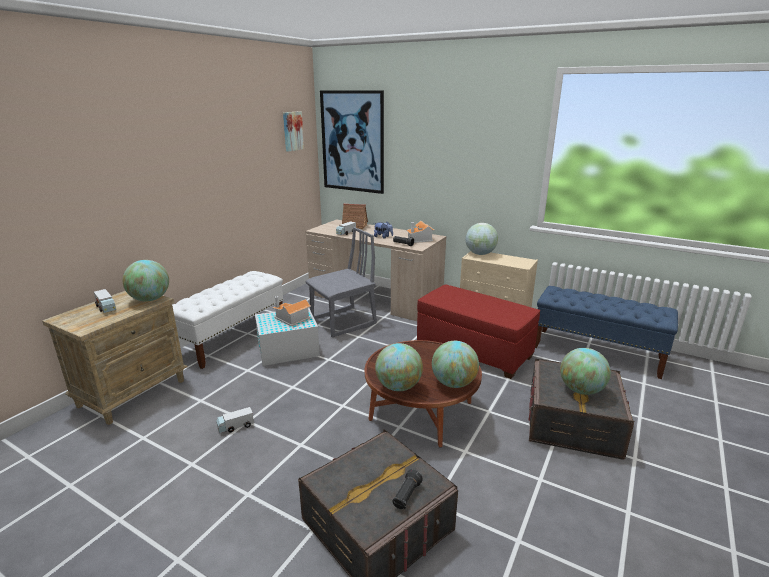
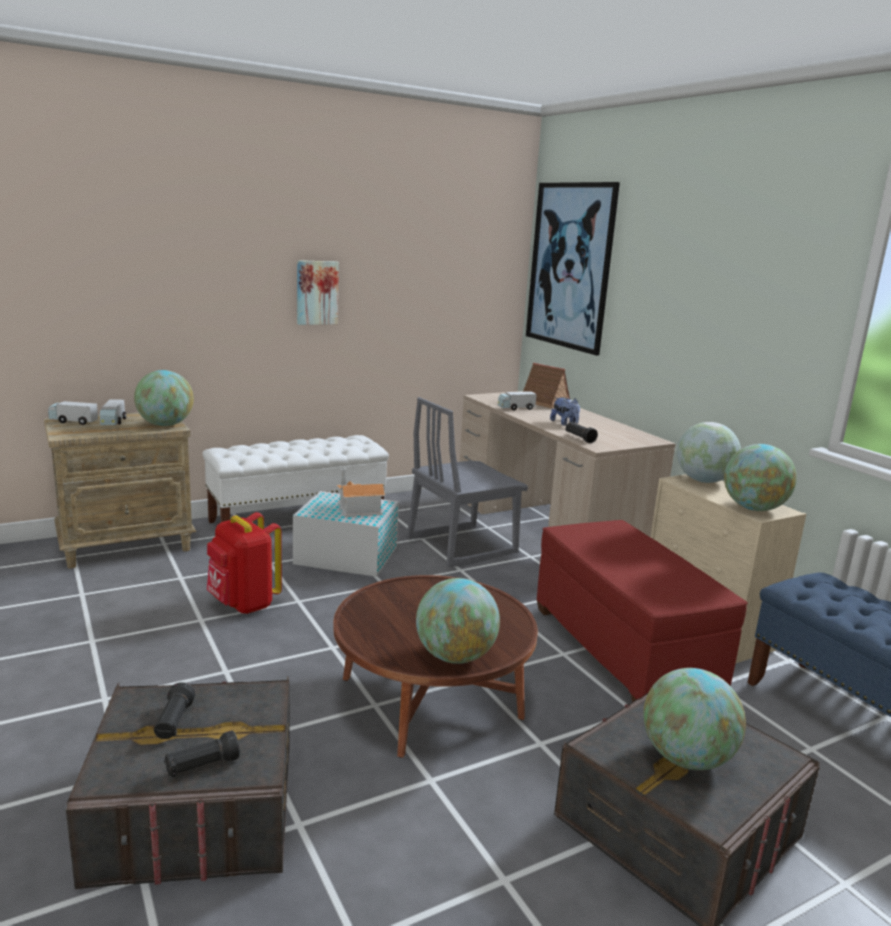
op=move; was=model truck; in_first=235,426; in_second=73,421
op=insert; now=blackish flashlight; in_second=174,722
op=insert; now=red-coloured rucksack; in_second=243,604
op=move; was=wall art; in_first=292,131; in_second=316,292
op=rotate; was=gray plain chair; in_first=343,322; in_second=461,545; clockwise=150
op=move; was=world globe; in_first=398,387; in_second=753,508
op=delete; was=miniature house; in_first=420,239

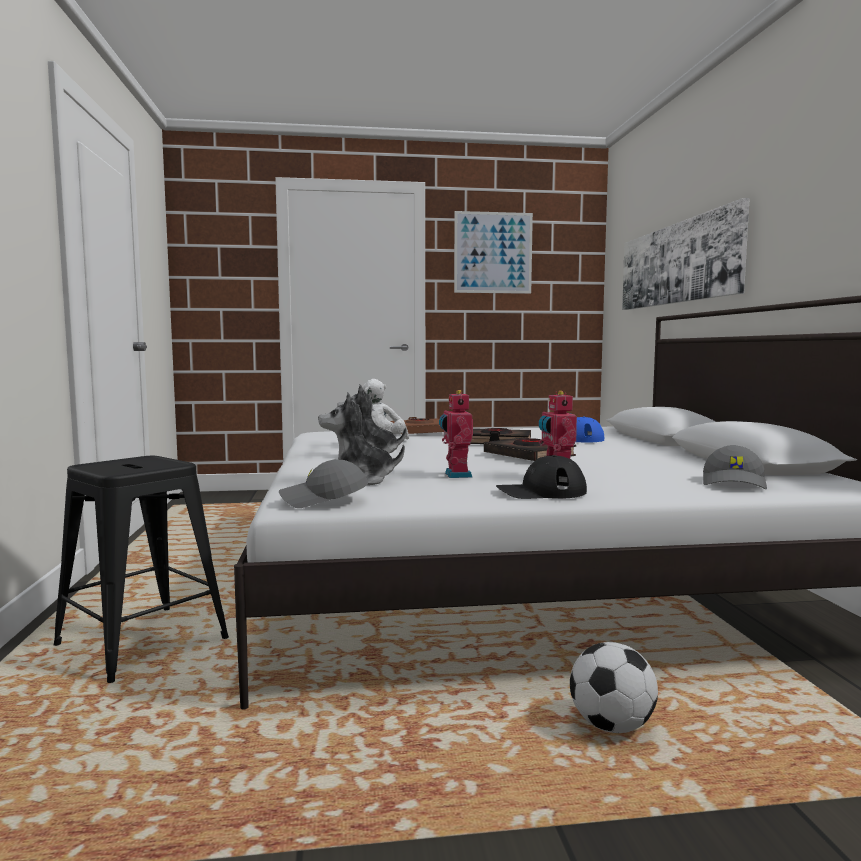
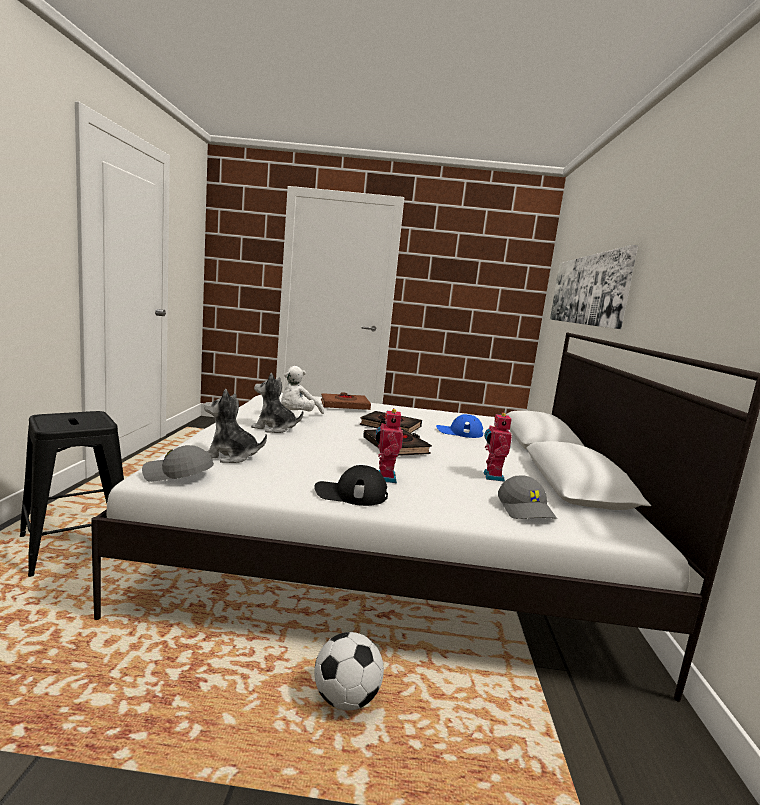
op=move; was=toy robot; in_first=456,475; in_second=491,476
op=rotate; was=gray peaked cap; in_first=735,483; in_second=526,510; clockwise=-45
op=delete; was=wall art; in_first=493,253

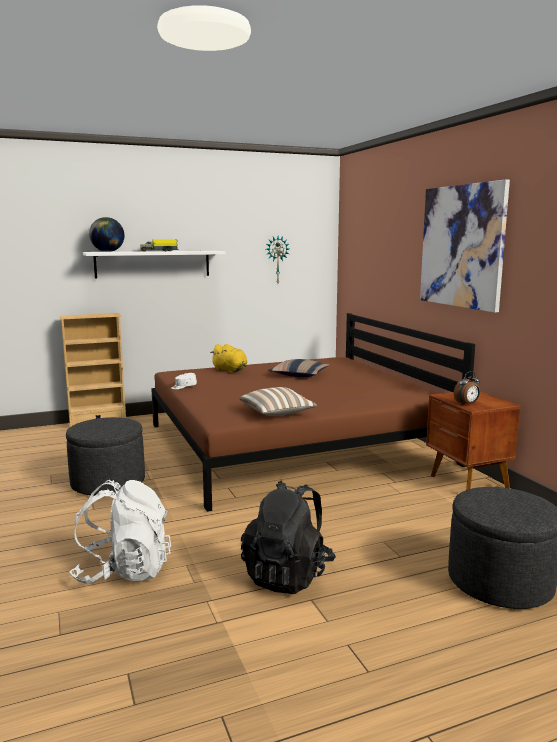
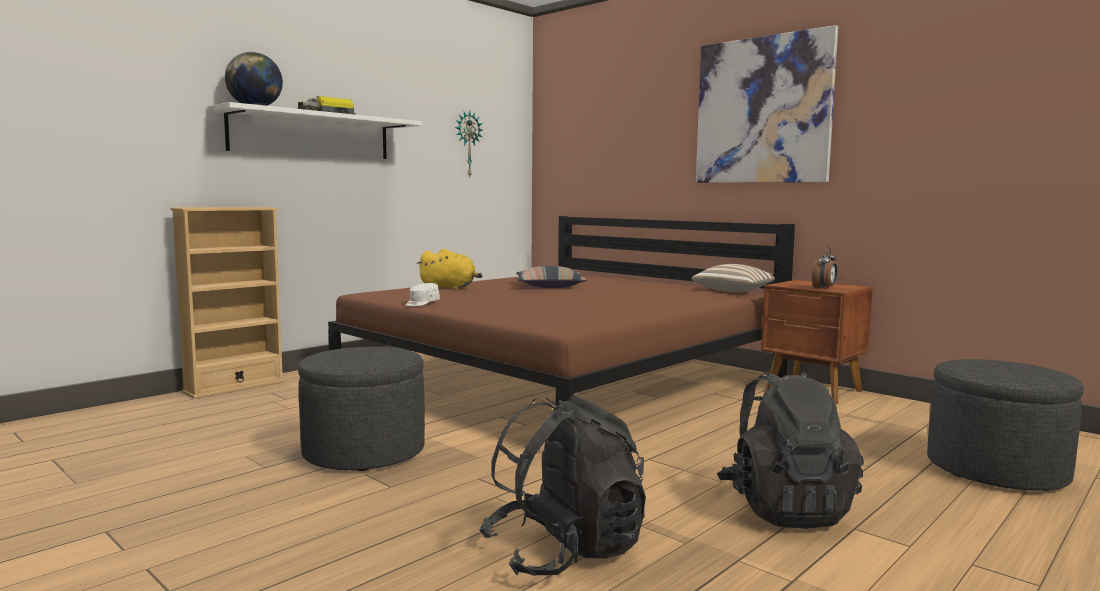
op=recolor; was=white rucksack; now=blackish rucksack; in_first=124,571; in_second=564,552
op=move; was=pillow; in_first=277,413; in_second=735,291

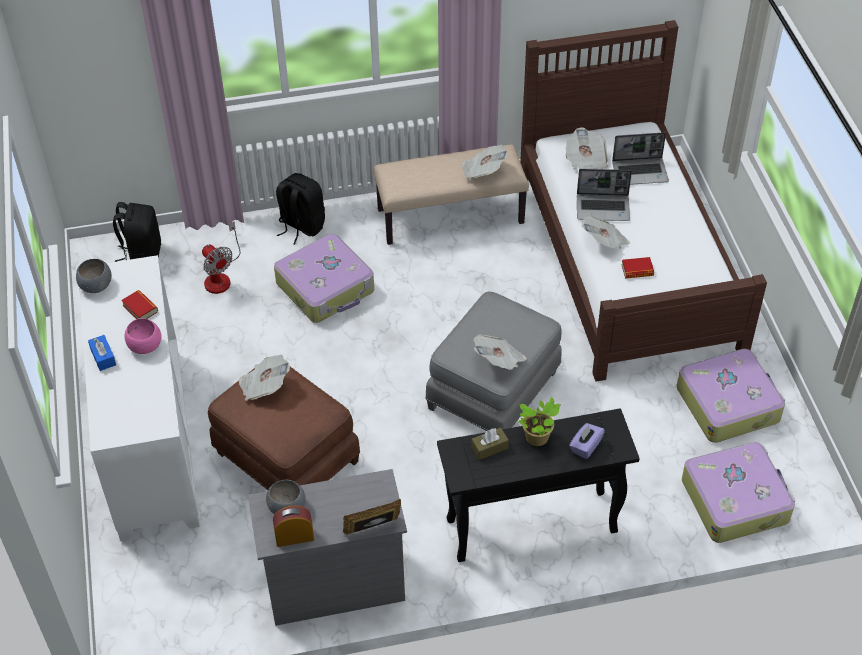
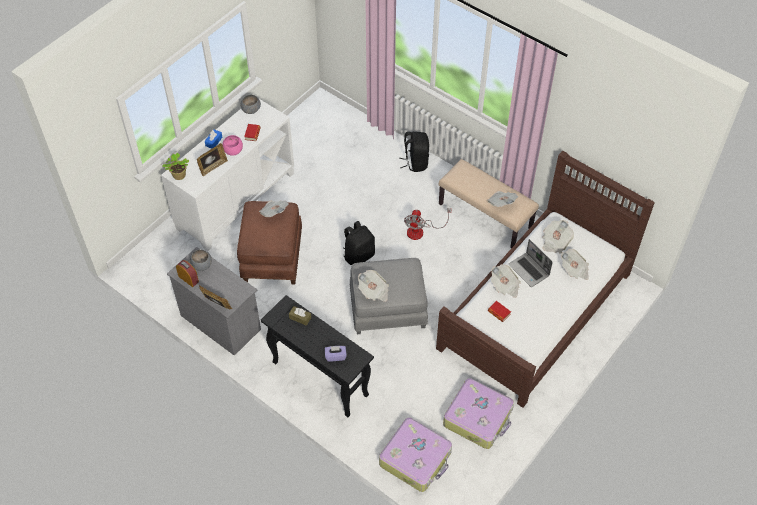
op=move; was=potted plant; in_first=538,439; in_second=178,176
op=insert; now=picture frame; in_second=213,167
op=move; was=blackish rucksack; in_first=142,255; in_second=359,255
op=move; was=fan; in_first=220,276; in_second=420,231
op=replace; was=notebook computer; now=printed paper; in_first=640,172; in_second=574,270
op=delete; was=travel case; in_first=326,287

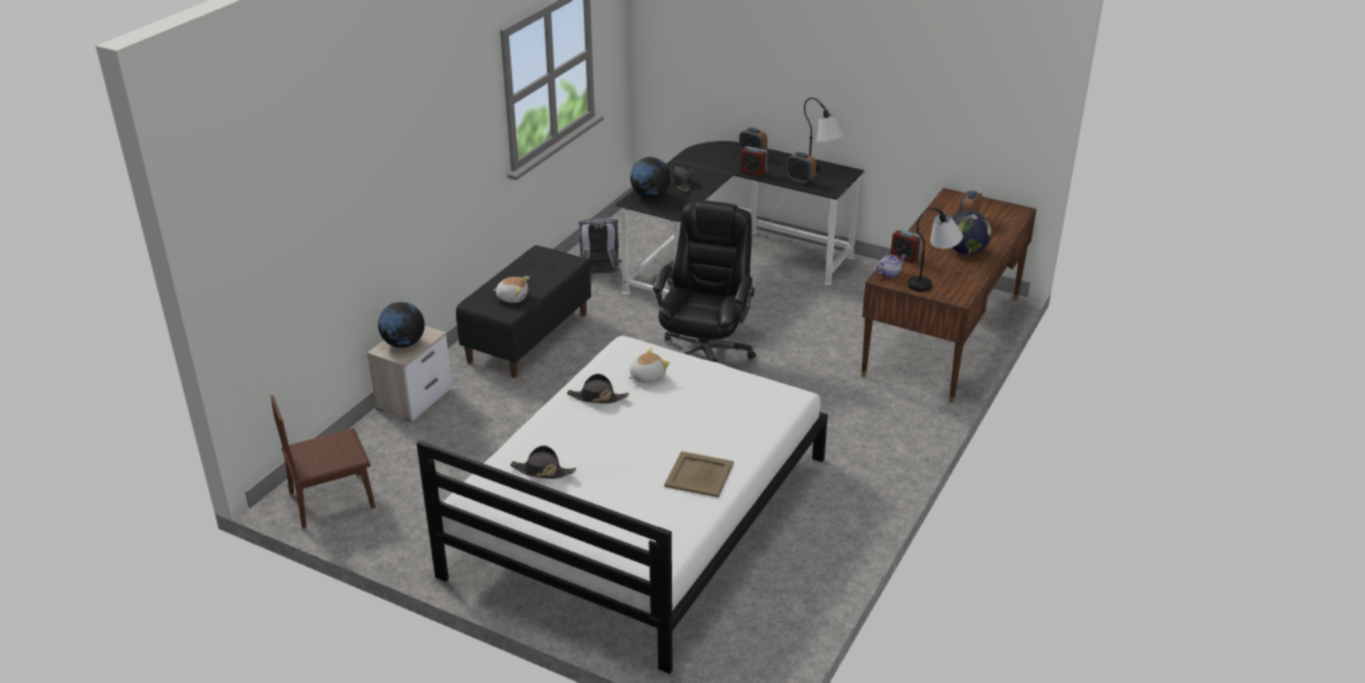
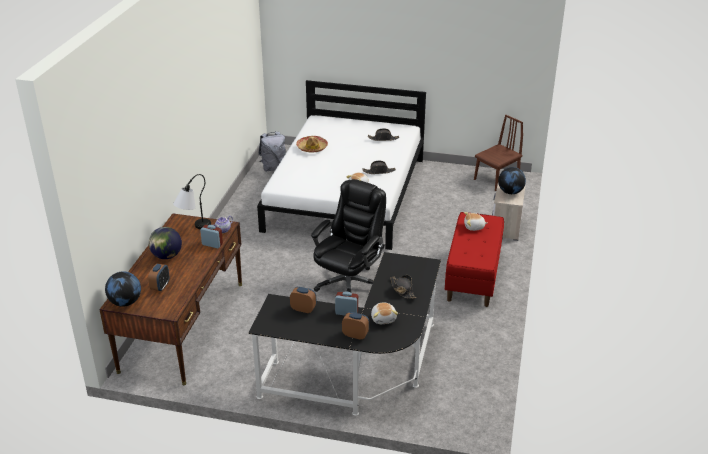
op=move; was=world globe; in_first=650,195; in_second=125,302
op=move; was=gray rucksack; in_first=599,274; in_second=273,168
op=replace; was=beige-coloured carrying tray; now=clothing hat; in_first=698,475; in_second=312,148
op=rotate; was=blackish office chair; in_first=705,354; in_second=349,283; clockwise=-150
op=insert; now=cuddly toy; in_second=383,318
op=recolor; was=blackish bench; now=red-coloured bench; in_first=528,337; in_second=473,276
op=delete; was=tabletop lamp; in_first=820,171

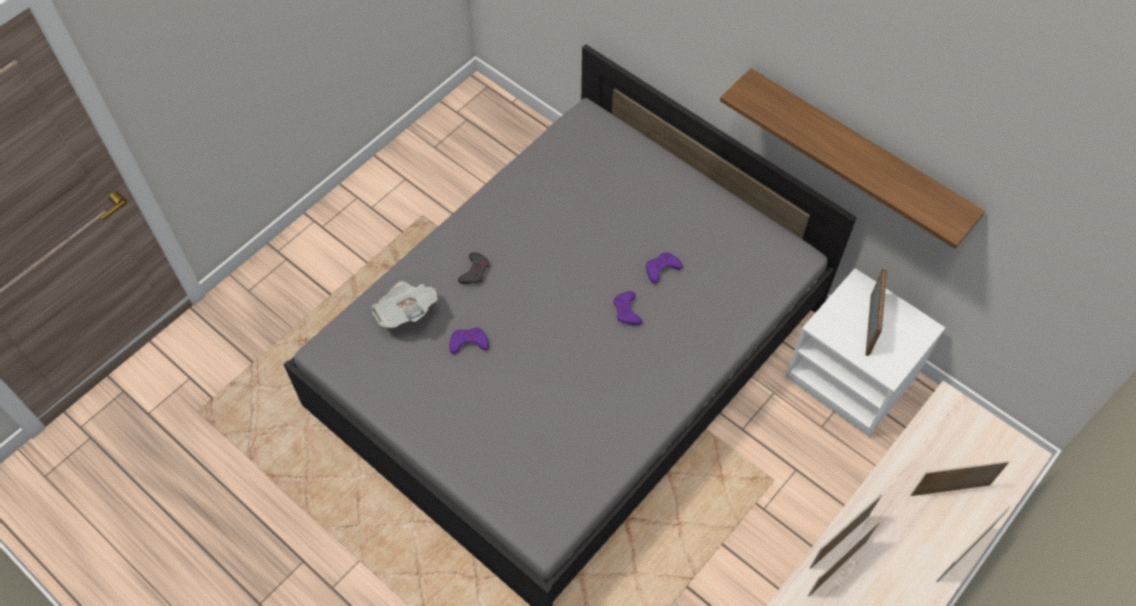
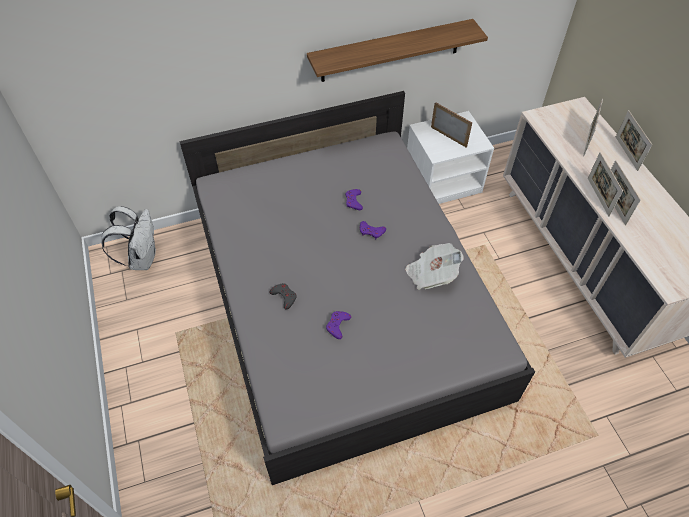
op=insert; now=white rucksack; in_second=142,258
op=move; was=printed paper; in_first=406,312; in_second=431,274

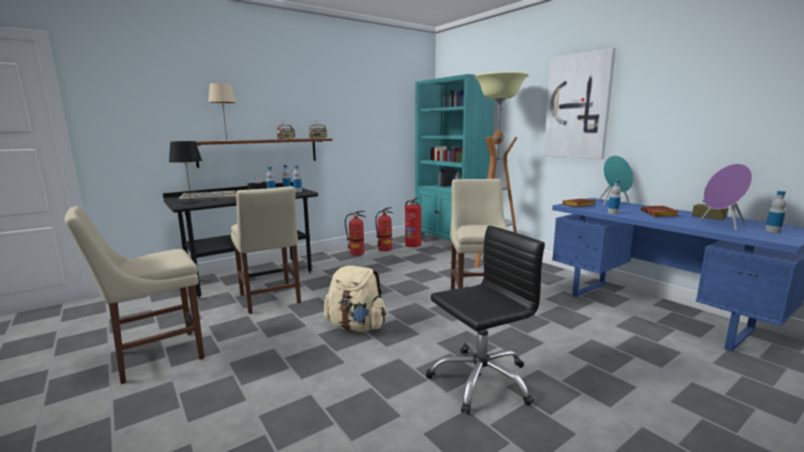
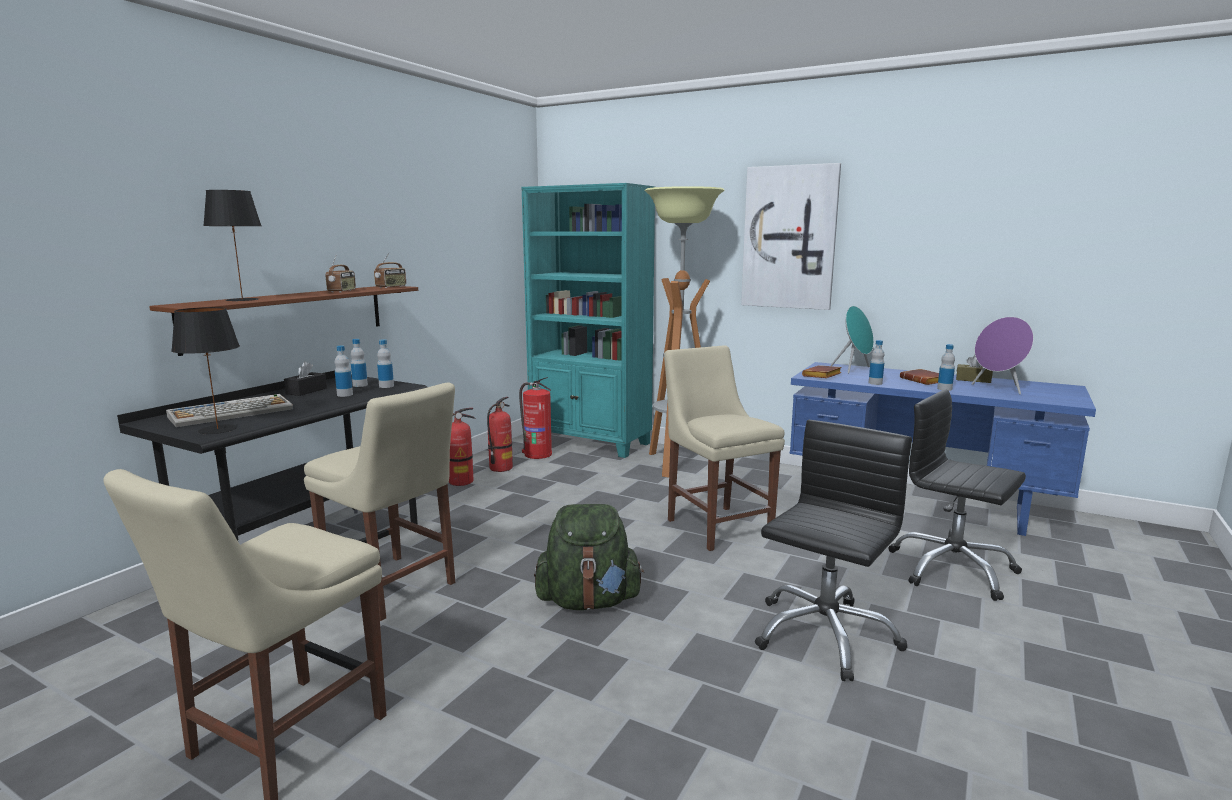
op=recolor; was=beige-coloured tabletop lamp; now=blackish tabletop lamp; in_first=226,140; in_second=241,300
op=recolor; was=beige-coloured rucksack; now=green rucksack; in_first=356,327; in_second=588,601
op=insert; now=blackish office chair; in_second=952,569
op=move; was=beverage bottle; in_first=772,231; in_second=944,389

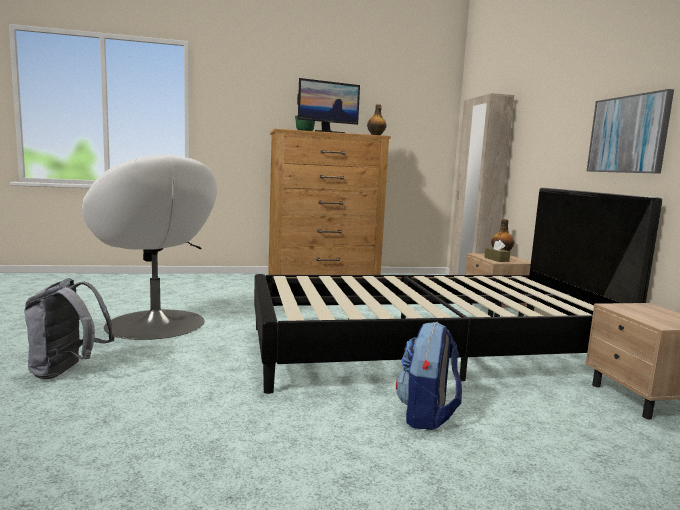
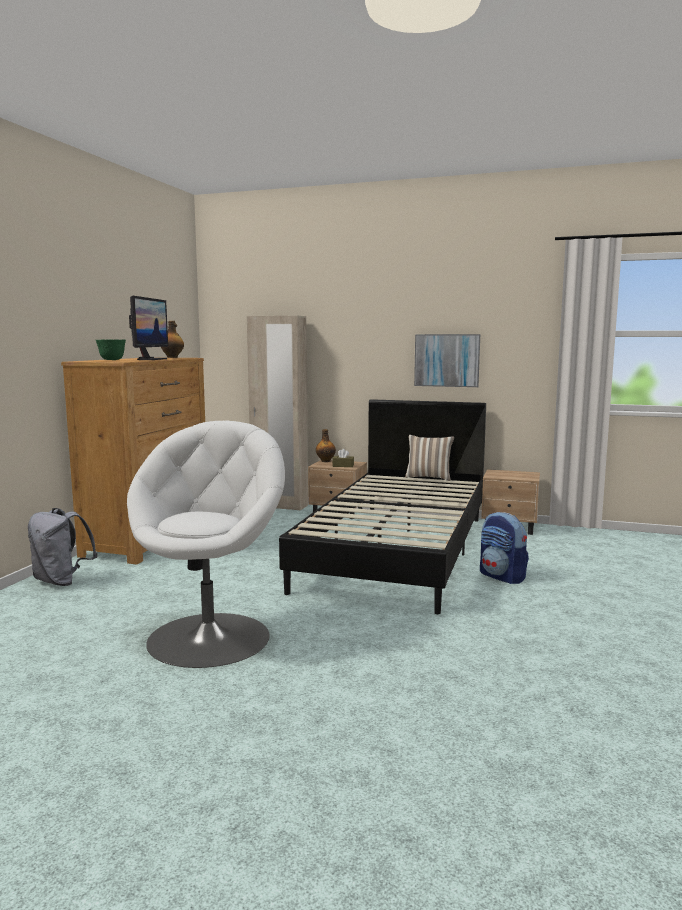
op=move; was=gray rucksack; in_first=67,371; in_second=62,581
op=rotate; was=white lounge chair; in_first=156,324; in_second=210,637; clockwise=-60
op=insert; now=pillow; in_second=429,477

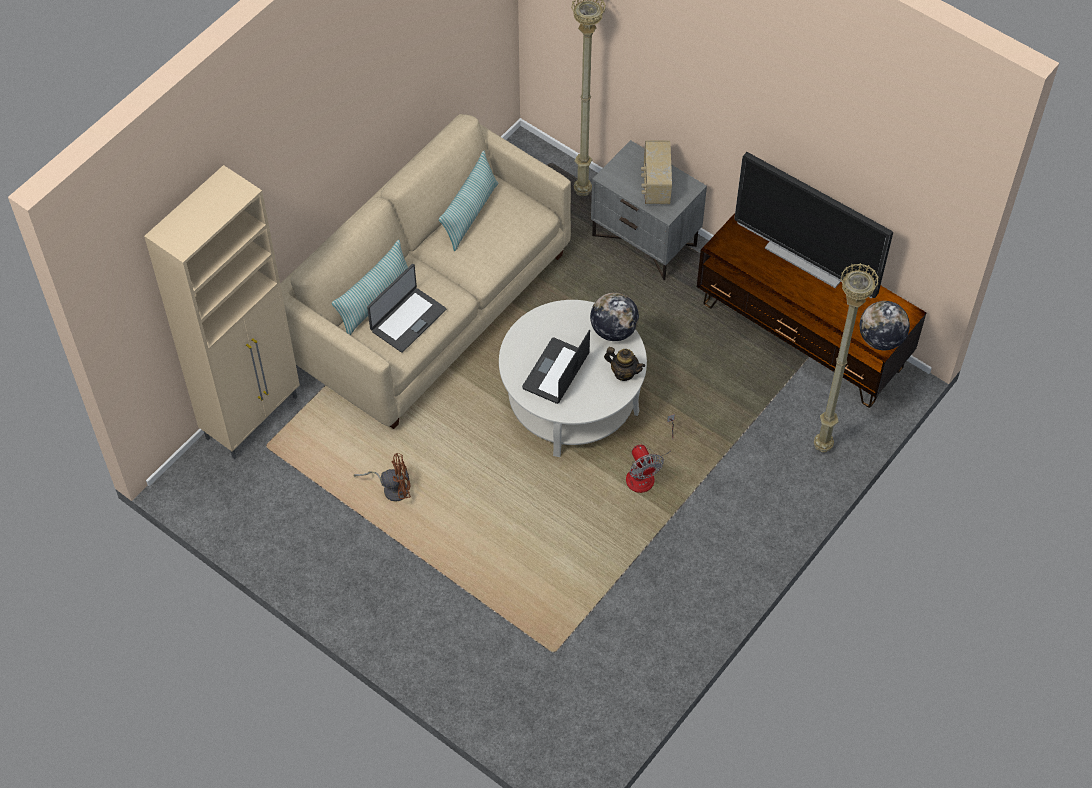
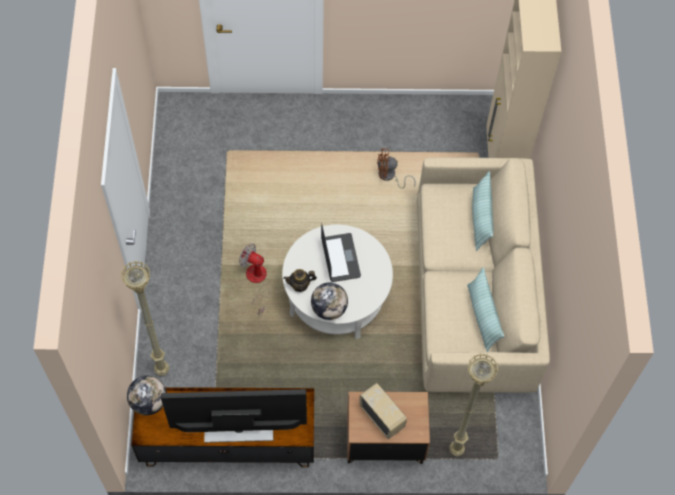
op=recolor; was=gray bedside table; now=brownish bedside table; in_first=645,240; in_second=384,442
op=rotate; was=brownish fan; in_first=391,488; in_second=389,176; clockwise=45
op=delete; was=notebook computer; in_first=407,319

